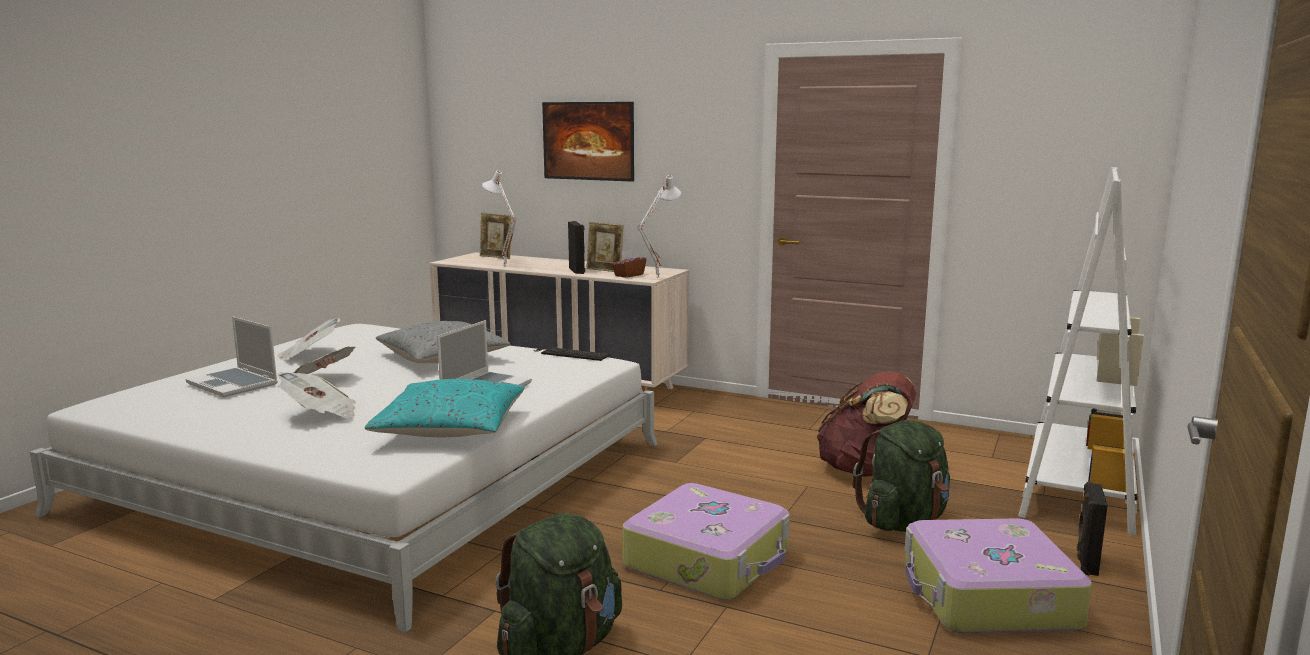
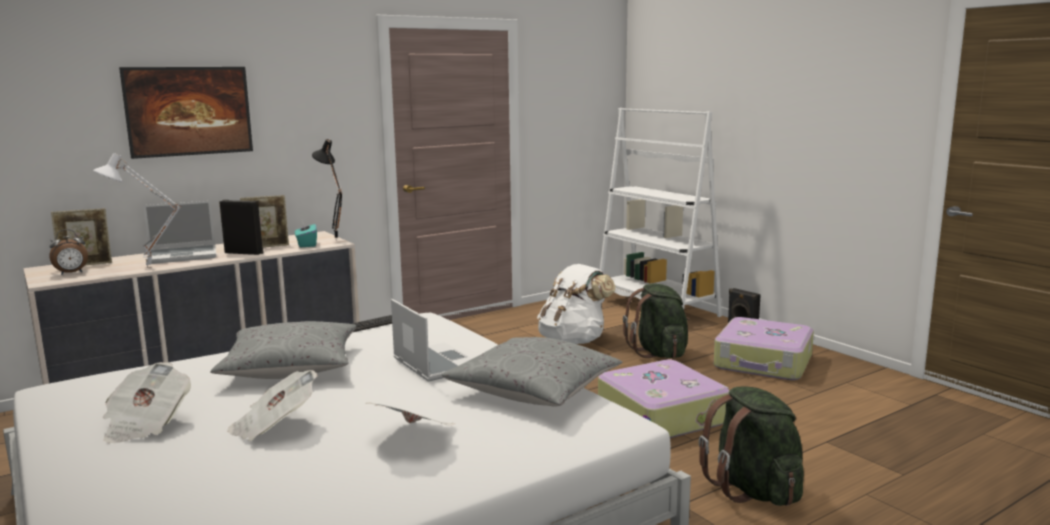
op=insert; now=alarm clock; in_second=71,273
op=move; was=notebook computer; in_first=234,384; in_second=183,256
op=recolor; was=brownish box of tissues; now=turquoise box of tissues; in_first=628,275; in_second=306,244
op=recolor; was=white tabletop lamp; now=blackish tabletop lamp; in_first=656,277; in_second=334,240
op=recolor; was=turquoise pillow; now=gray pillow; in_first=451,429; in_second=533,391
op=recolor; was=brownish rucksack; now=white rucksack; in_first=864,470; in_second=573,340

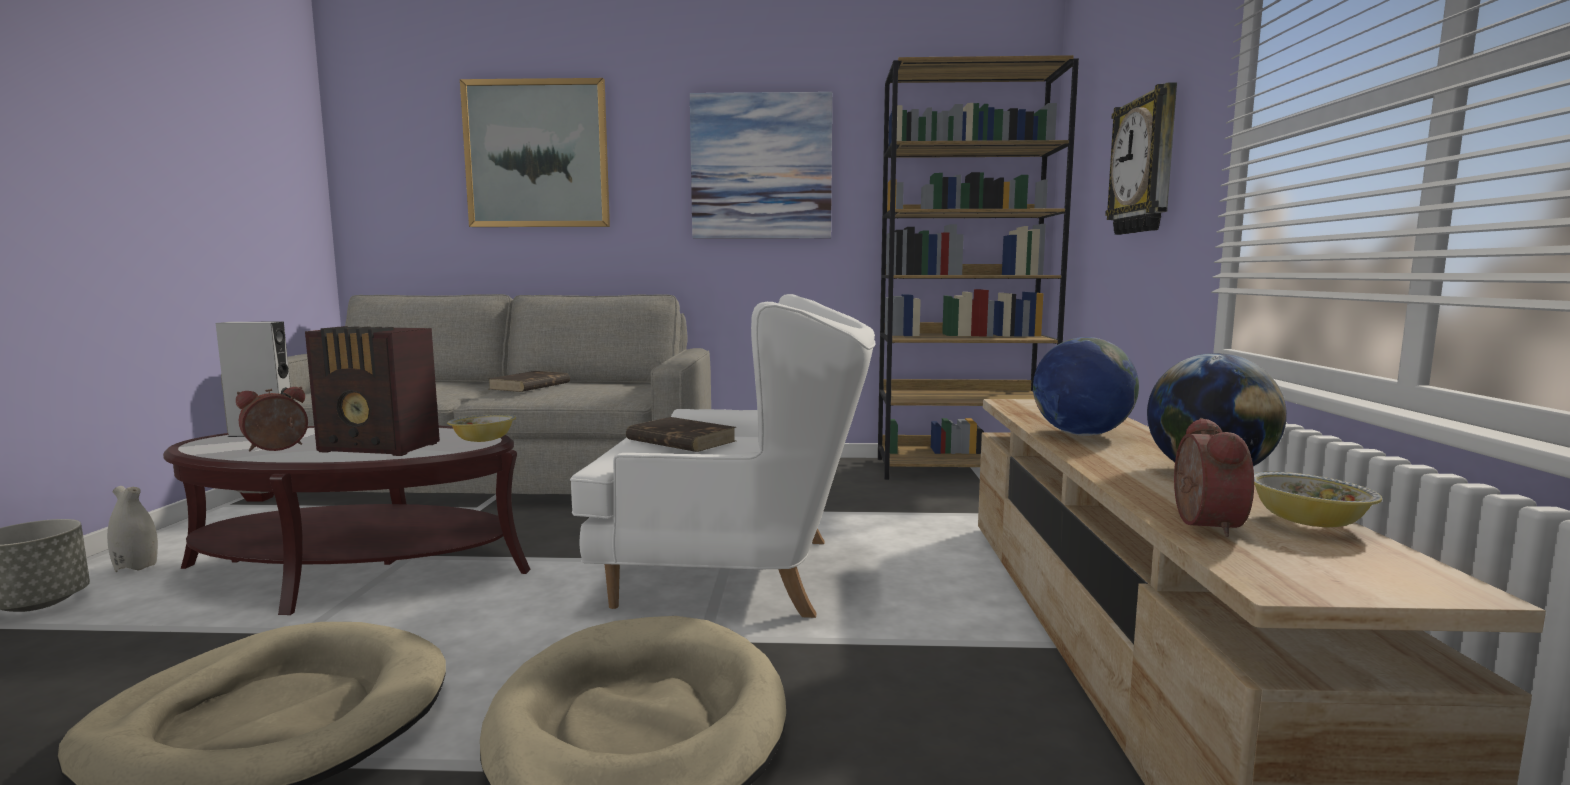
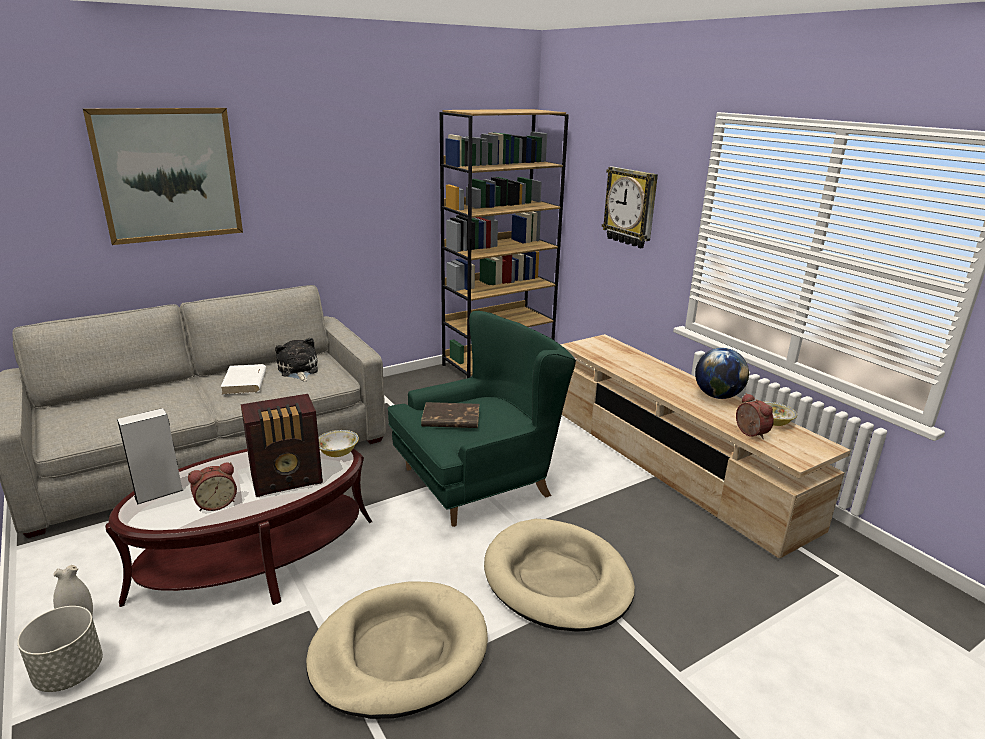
op=rotate; was=alarm clock; in_first=277,449; in_second=216,503; clockwise=-135
op=recolor; was=brownish volume; now=white volume; in_first=529,386; in_second=244,382
op=insert; now=cuddly toy; in_second=298,370
op=recolor; was=white lounge chair; now=green lounge chair; in_first=735,572; in_second=480,480
op=delete; was=wall art; in_first=761,167
op=delete; was=world globe; in_first=1081,434

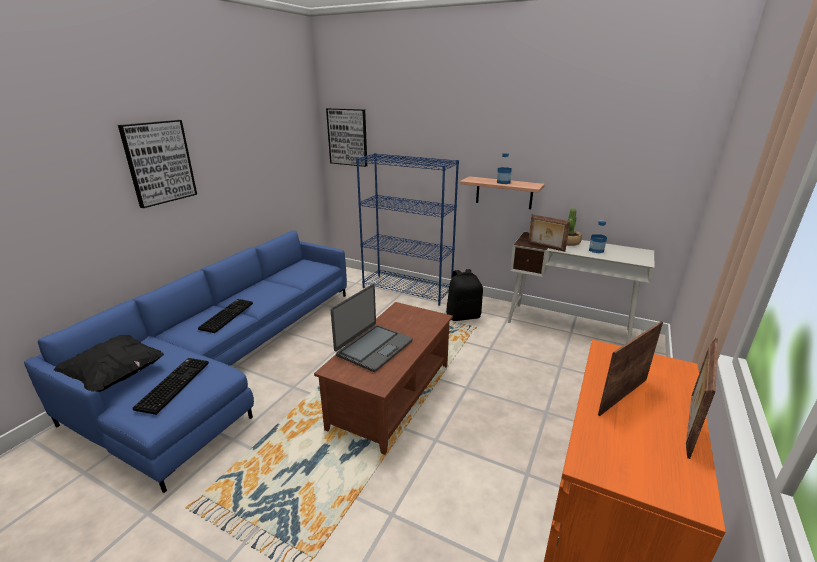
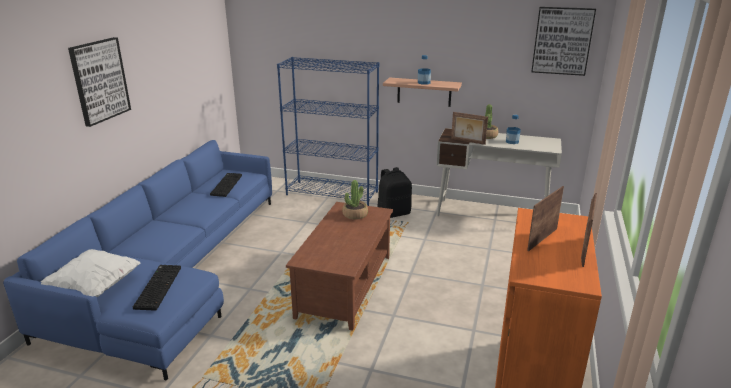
op=recolor; was=blackish pillow; now=white pillow; in_first=116,376; in_second=95,287
op=move; was=PC keyboard; in_first=226,315; in_second=226,185
op=insert; now=potted plant; in_second=355,214
op=move; was=wall art; in_first=347,137; in_second=562,41
op=delete; was=notebook computer; in_first=373,348

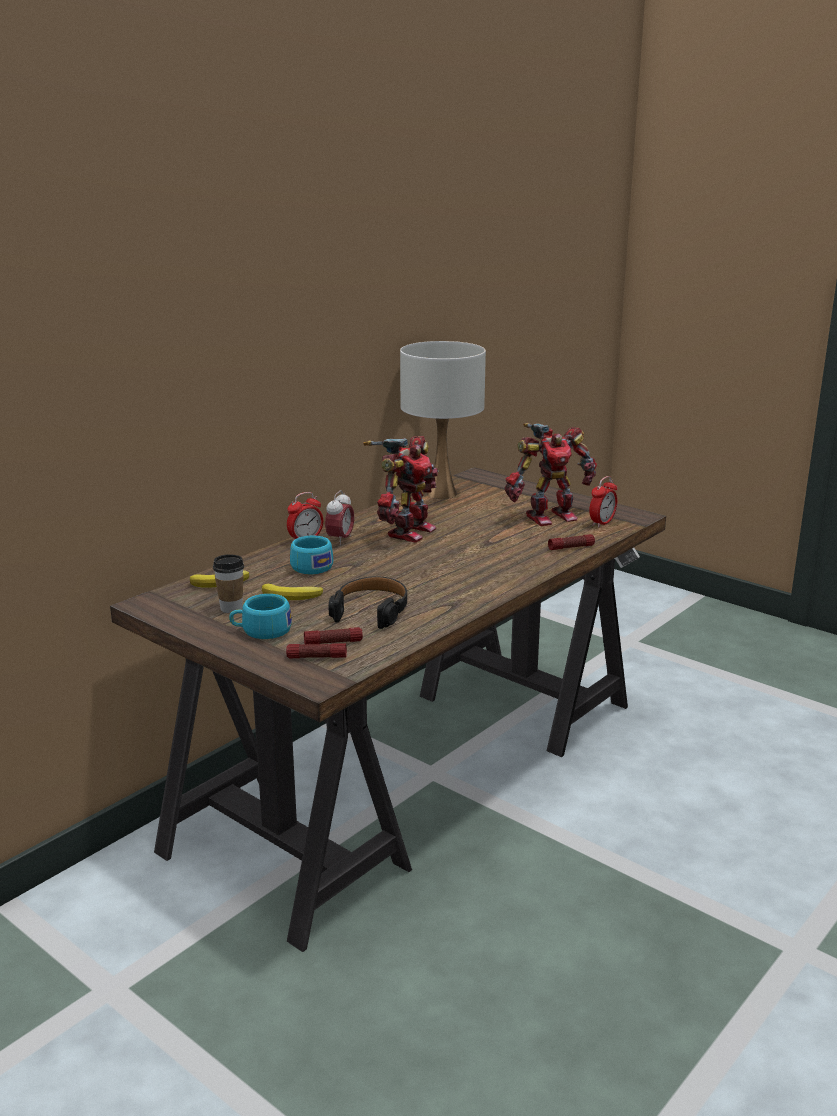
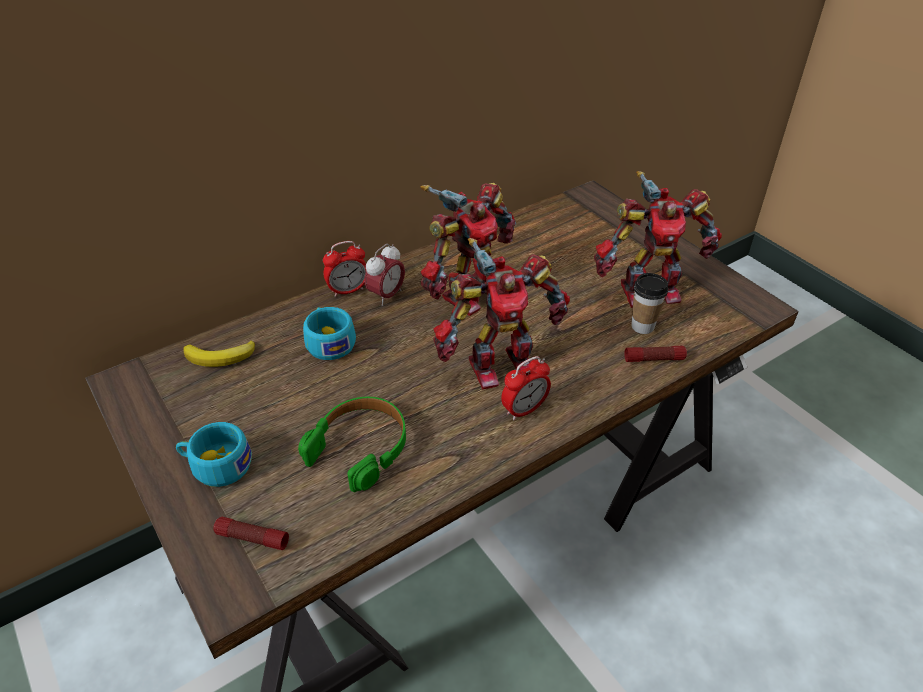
op=recolor; was=blackish pair of headphones; now=green pair of headphones; in_first=371,610; in_second=360,448
op=insert; now=toy robot; in_second=499,364
op=move; was=alarm clock; in_first=602,523; in_second=524,410
op=move; was=drinking cup; in_first=231,608; in_second=642,326
op=delete; was=whole banana; in_first=293,596
op=delete; was=flashlight; in_first=333,642
op=delete; was=white tabletop lamp; in_first=441,494

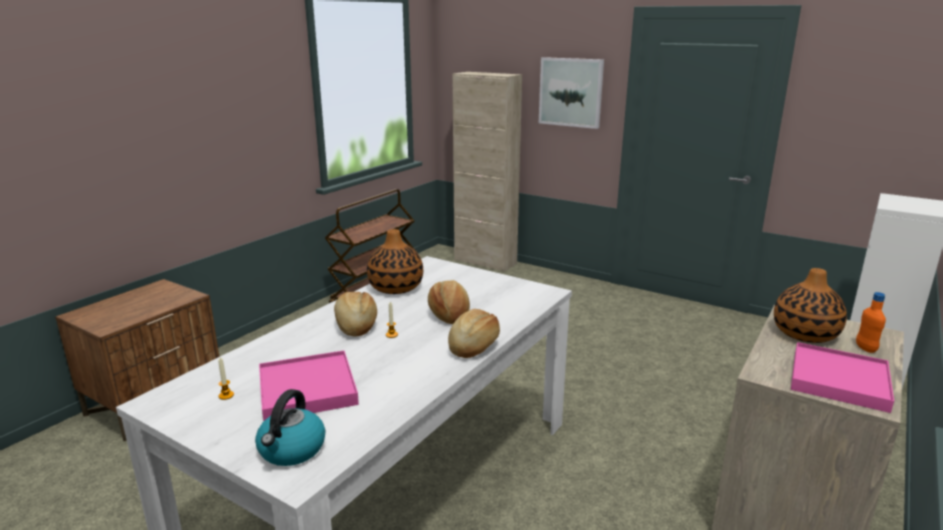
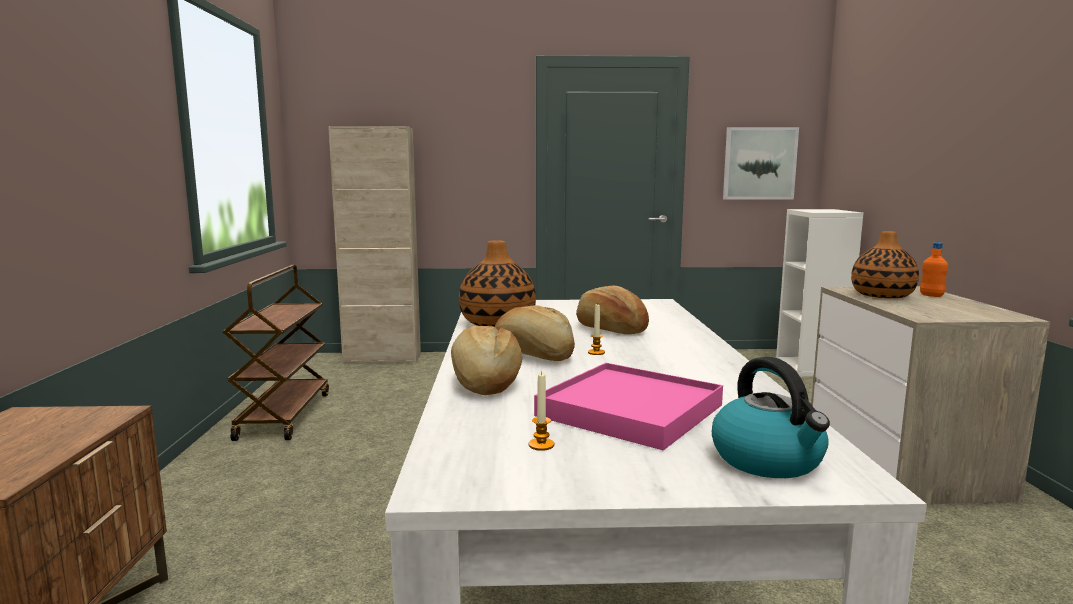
op=move; was=baked bread; in_first=474,346; in_second=484,382
op=move; was=wall art; in_first=571,92; in_second=759,163
op=delete; was=pinkish carrying tray; in_first=838,380

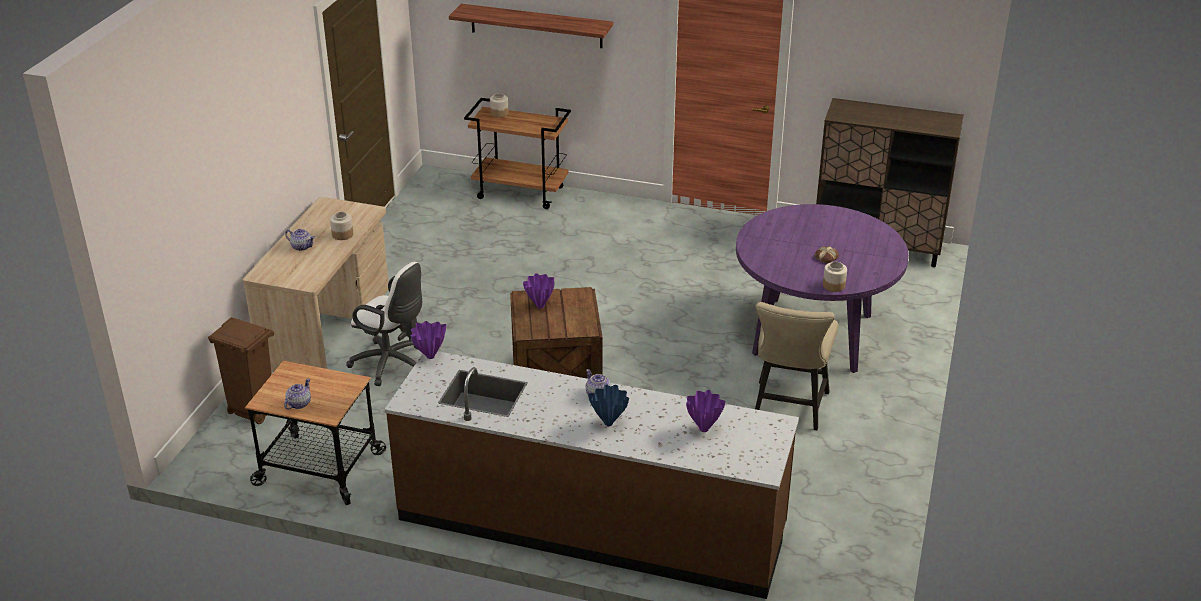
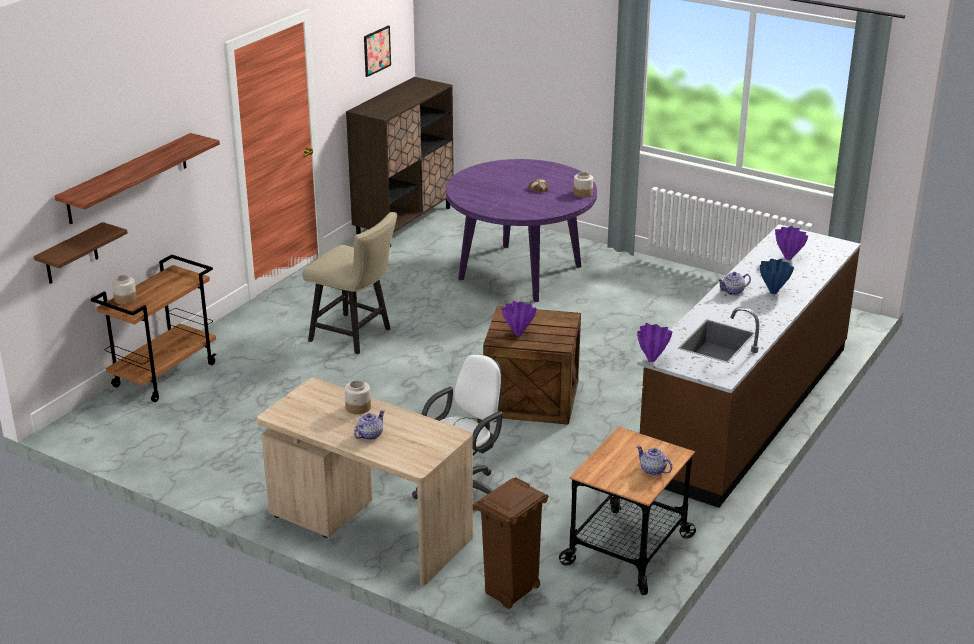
op=insert; now=brownish bracket shelf; in_second=71,254
op=move; was=beige-coloured plain chair; in_first=788,409; in_second=355,336
op=insert; now=wall art; in_second=376,51

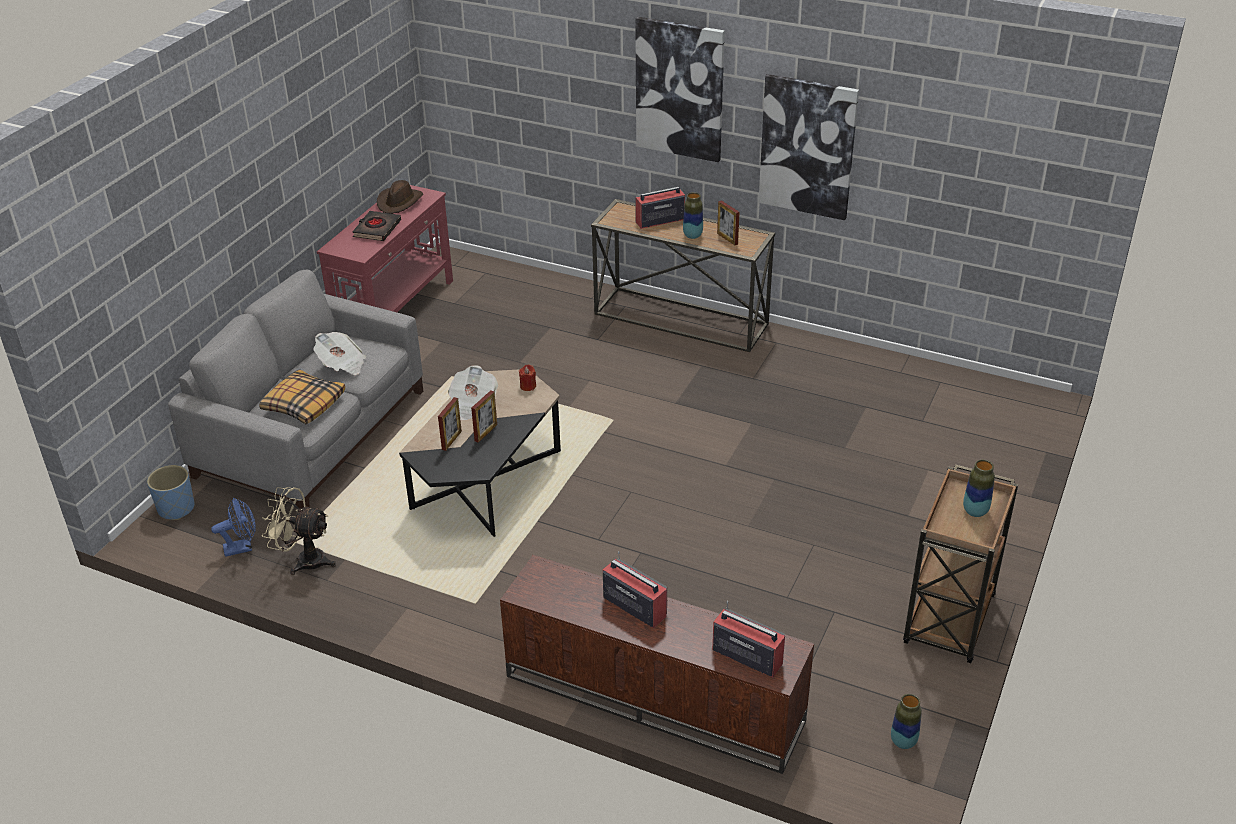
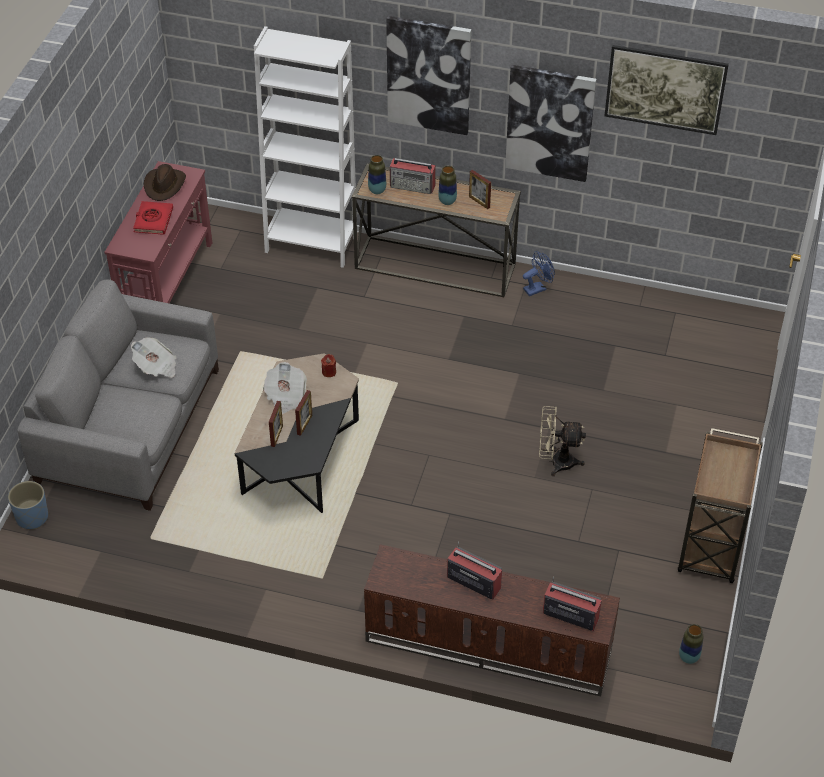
op=recolor; was=blackish volume; now=red-coloured volume; in_first=377,229; in_second=153,220
op=insert; now=white shelving unit; in_second=311,244
op=move; was=flower vase; in_first=975,511; in_second=377,190
op=rotate; was=radio set; in_first=659,220; in_second=413,186; clockwise=-135
op=move; was=blue-coloured fan; in_first=242,547; in_second=537,288
op=move; was=beige-coloured fan; in_first=304,560; in_second=556,462
op=insert; now=wall art; in_second=662,107
op=delete; was=pillow; in_first=303,404

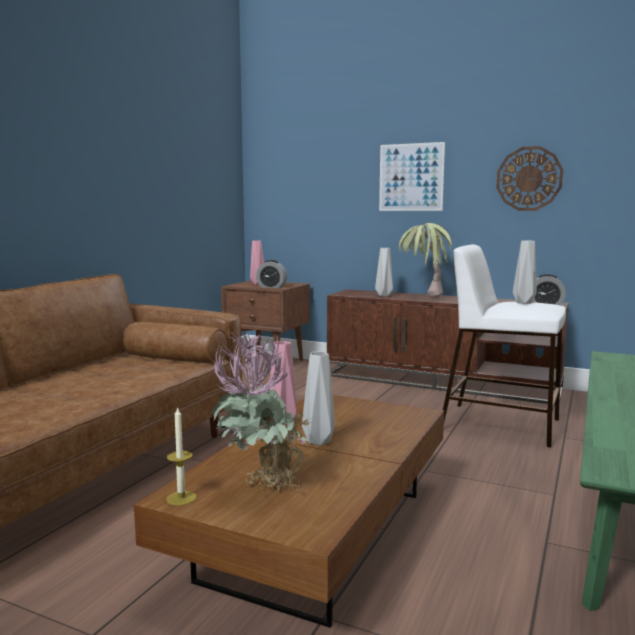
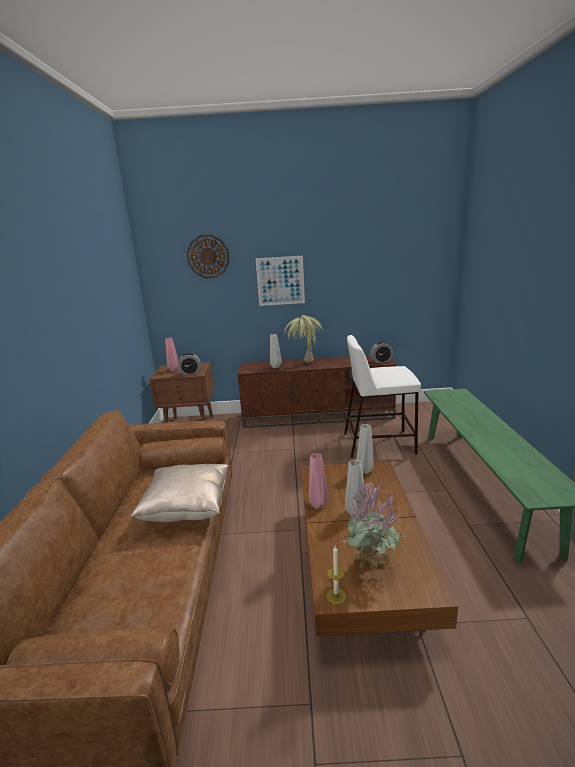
op=insert; now=beige-coloured pillow; in_second=187,510
op=move; was=wall clock; in_first=529,179; in_second=208,256
op=move; was=gray flower vase; in_first=523,303; in_second=365,471

